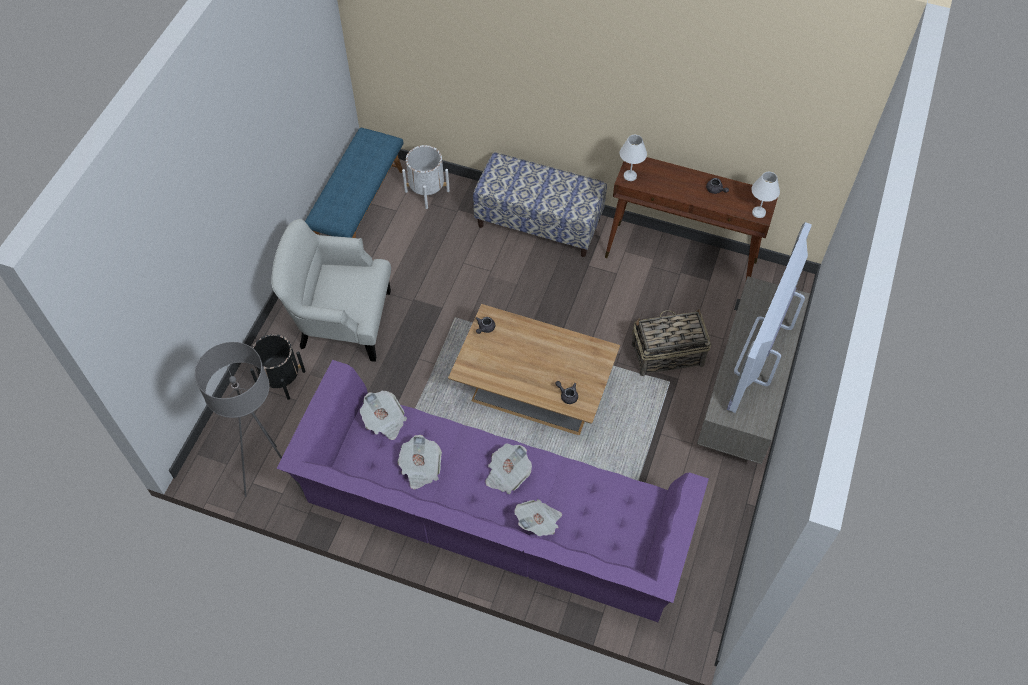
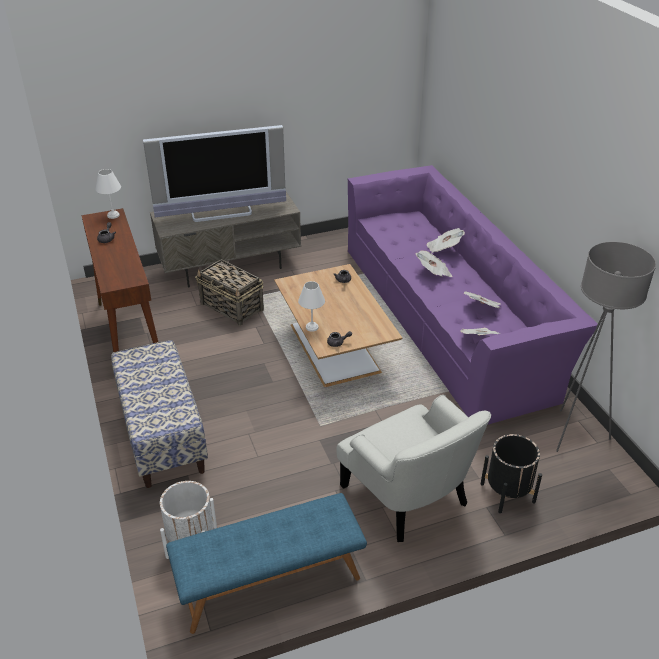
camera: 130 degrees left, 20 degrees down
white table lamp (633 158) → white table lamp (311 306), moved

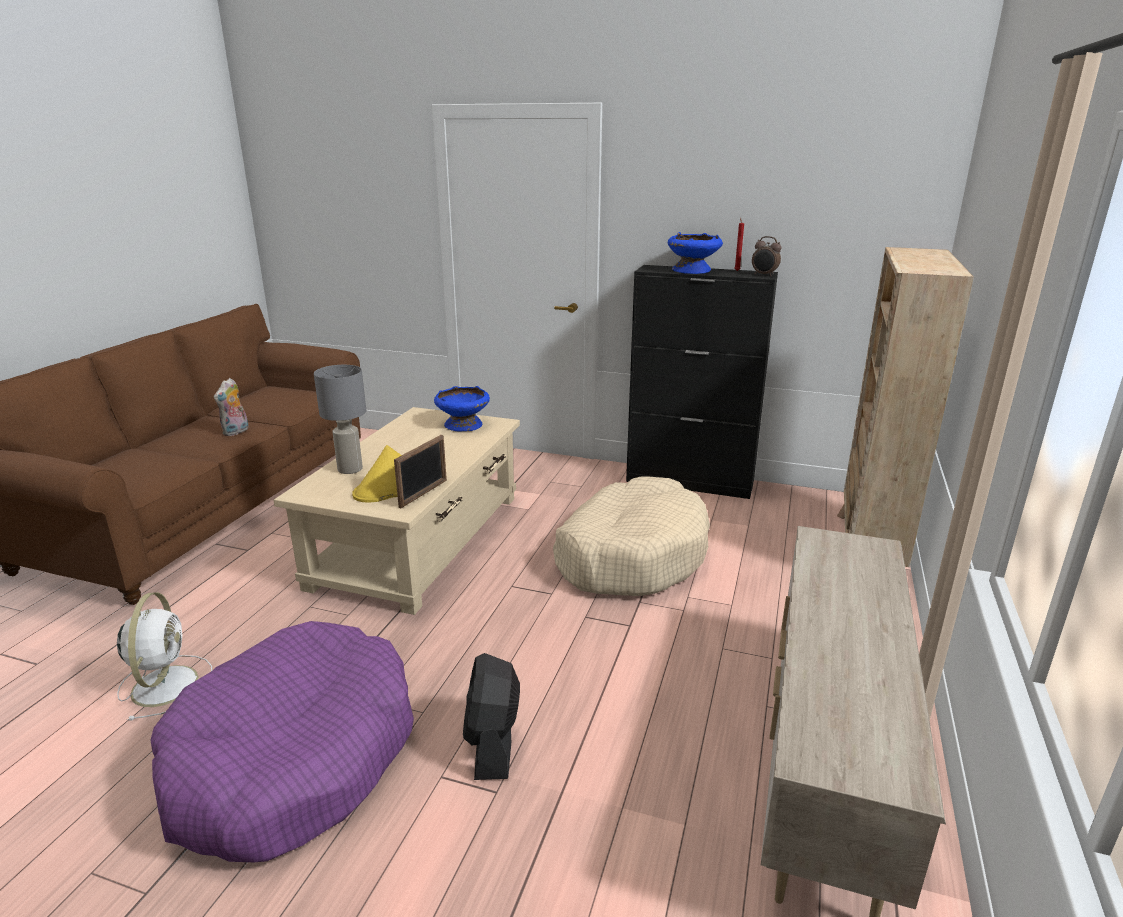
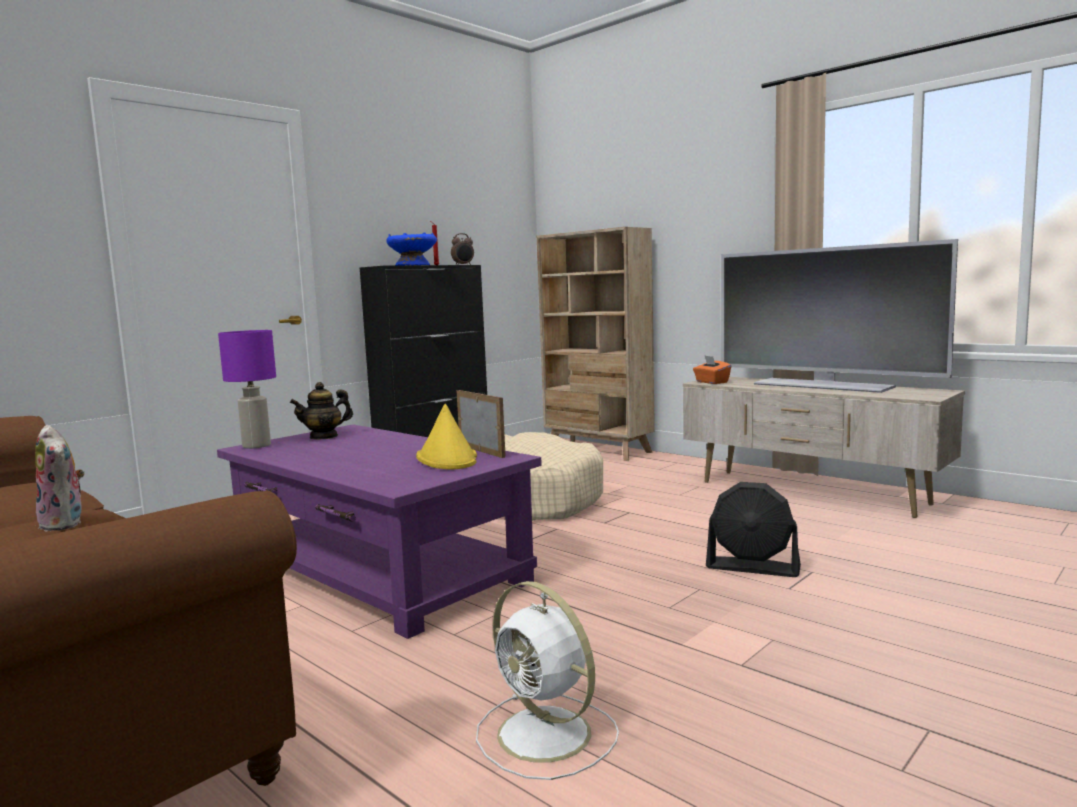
camera: 65 degrees left, 15 degrees down
beige coffee table (397 511) → purple coffee table (379 531)
- → purple table lamp (247 389)
blue bowl (462 409) → teapot (321 411)
white fan (164 656) → white fan (547 680), 150 degrees counterclockwise
- → orange tissue box (712 369)
- → television (839 316)
purple dog bed (282 741) → -
grey table lamp (340 419) → -

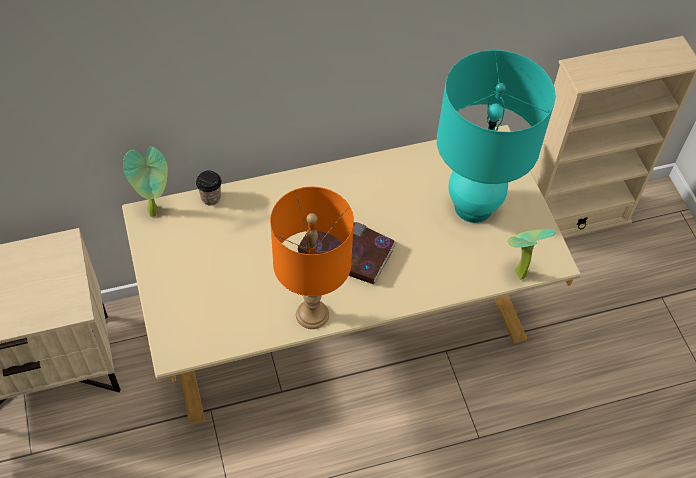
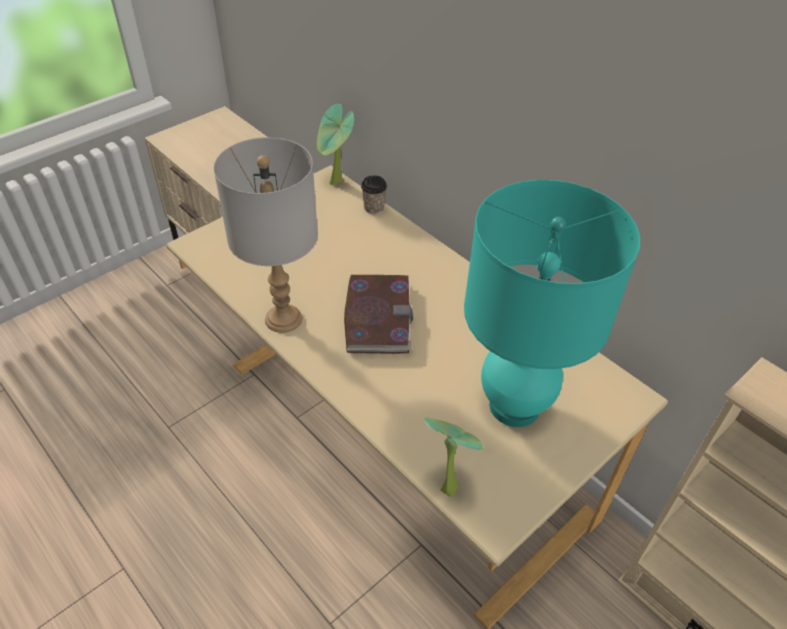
camera: 65 degrees right, 10 degrees down
orange table lamp (312 258) → grey table lamp (266 235)

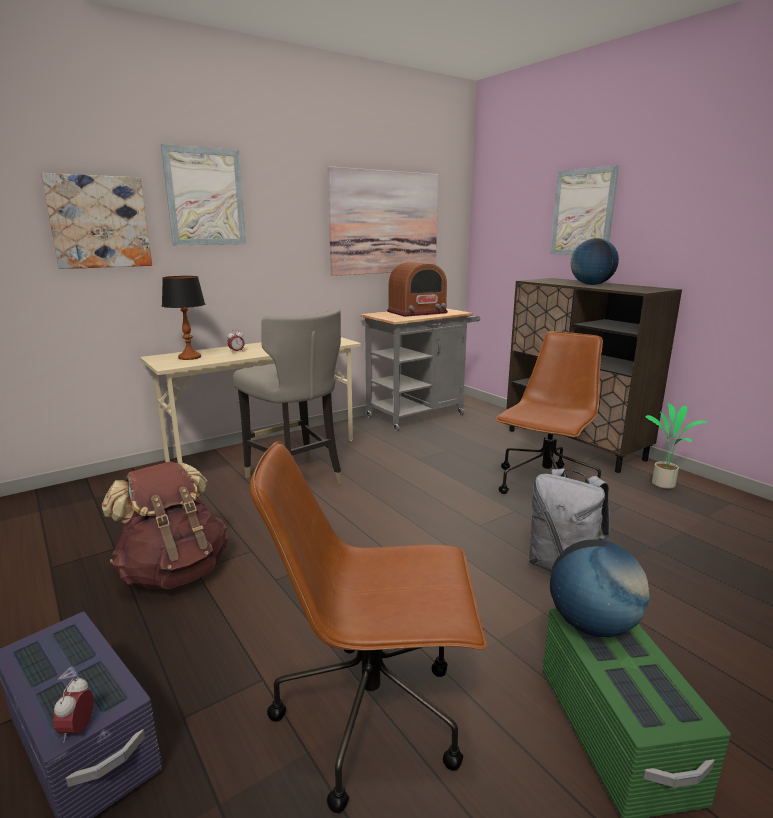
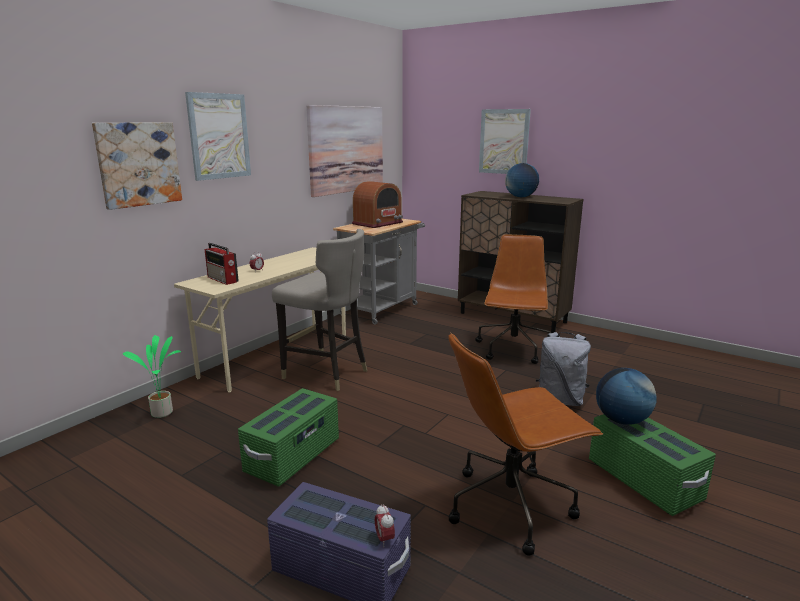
camera: 20 degrees left, 0 degrees up
potted plant (677 446) → potted plant (152 376), moved
table lamp (183 318) → radio (222 264)
brown backpack (165 525) → green storage box (288 437)

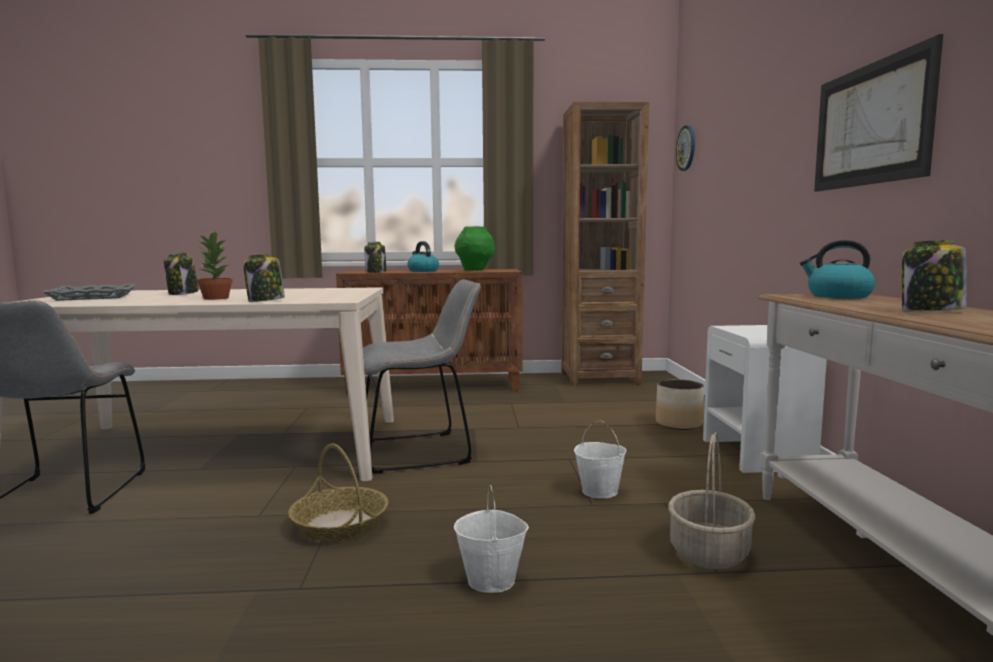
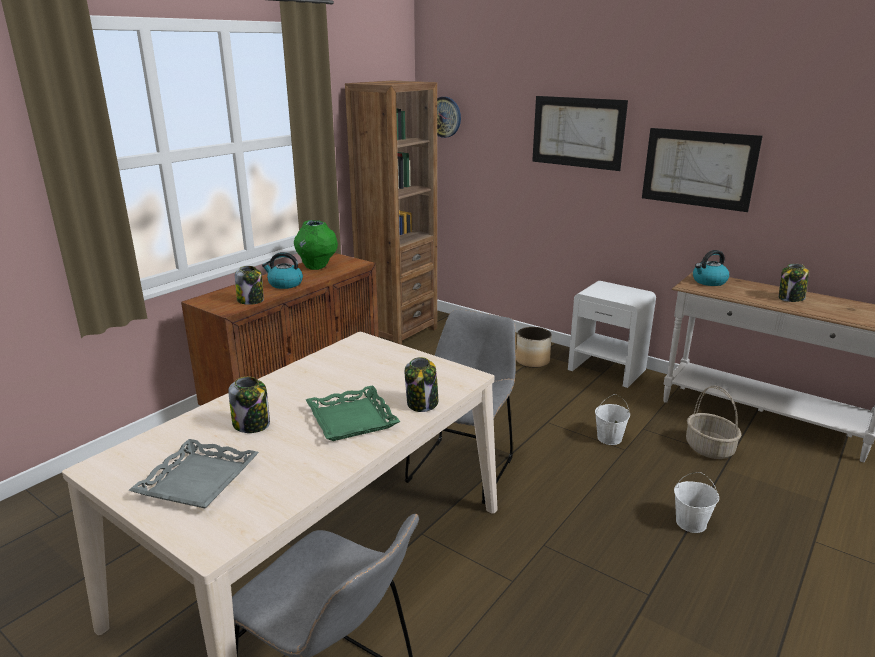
camera: 50 degrees left, 15 degrees up
potted plant (215 265) → green tray (353 413)
- → picture (580 133)
basket (338 492) → -

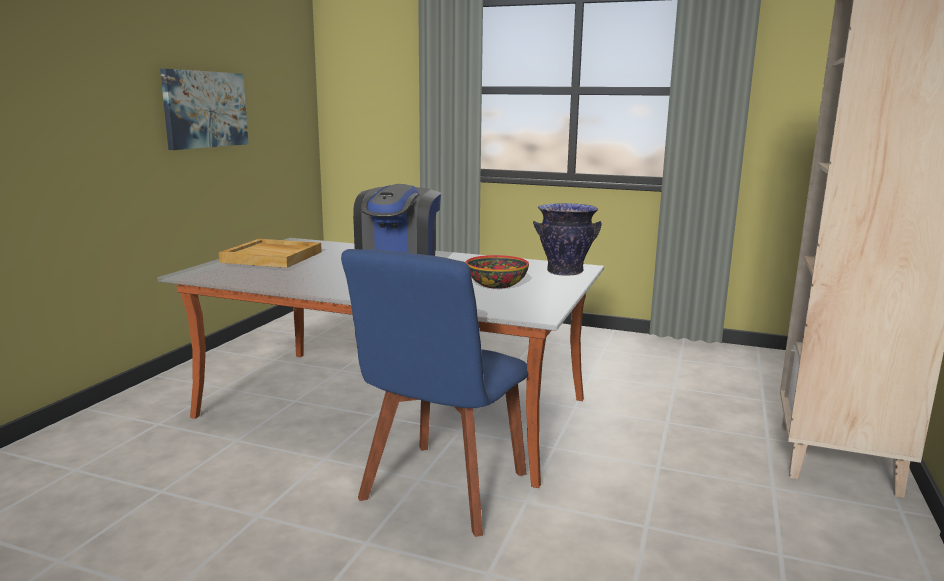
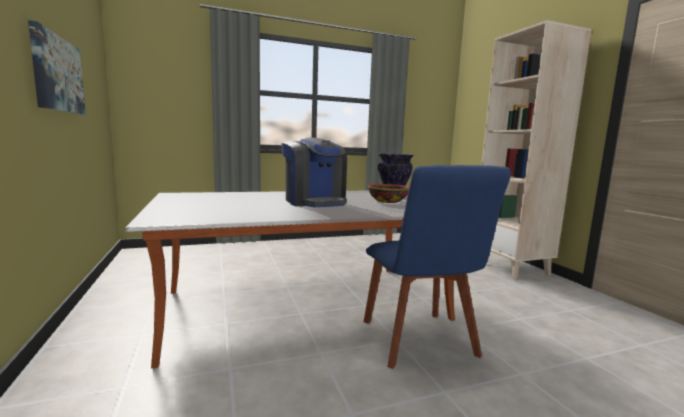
camera: 40 degrees left, 5 degrees down
beige tray (270 253) → -

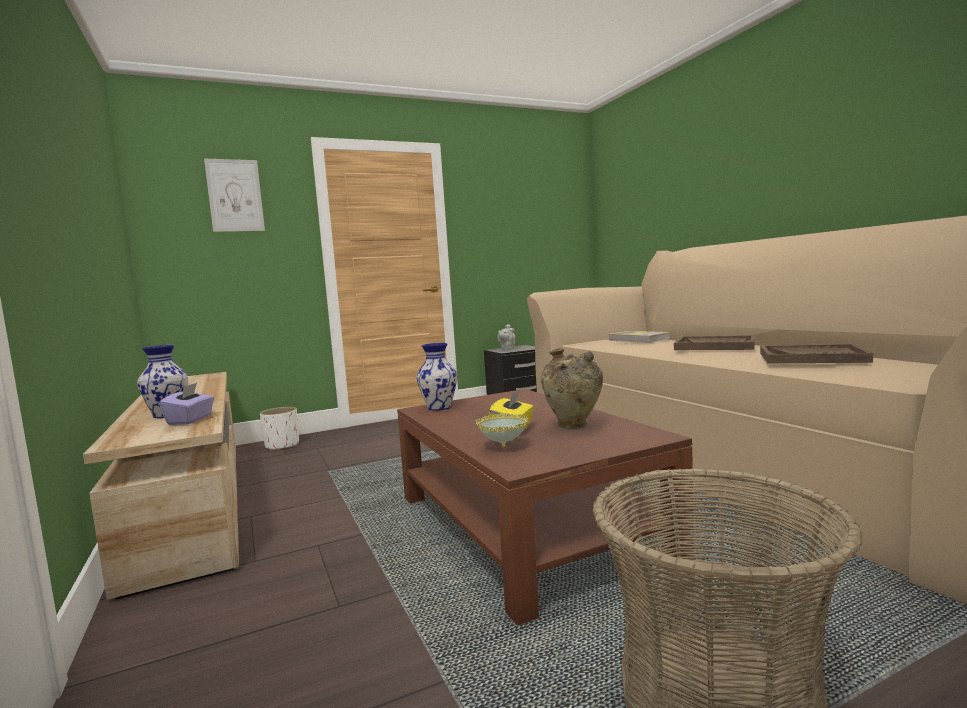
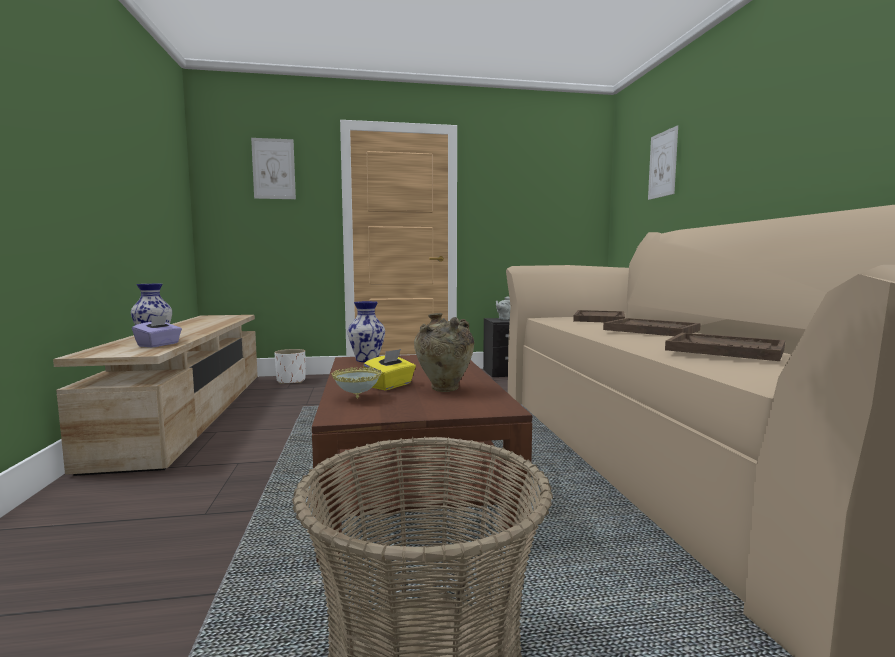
camera: 15 degrees right, 0 degrees up
book (639 337) → brown tray (599 316)
- → picture (663 163)

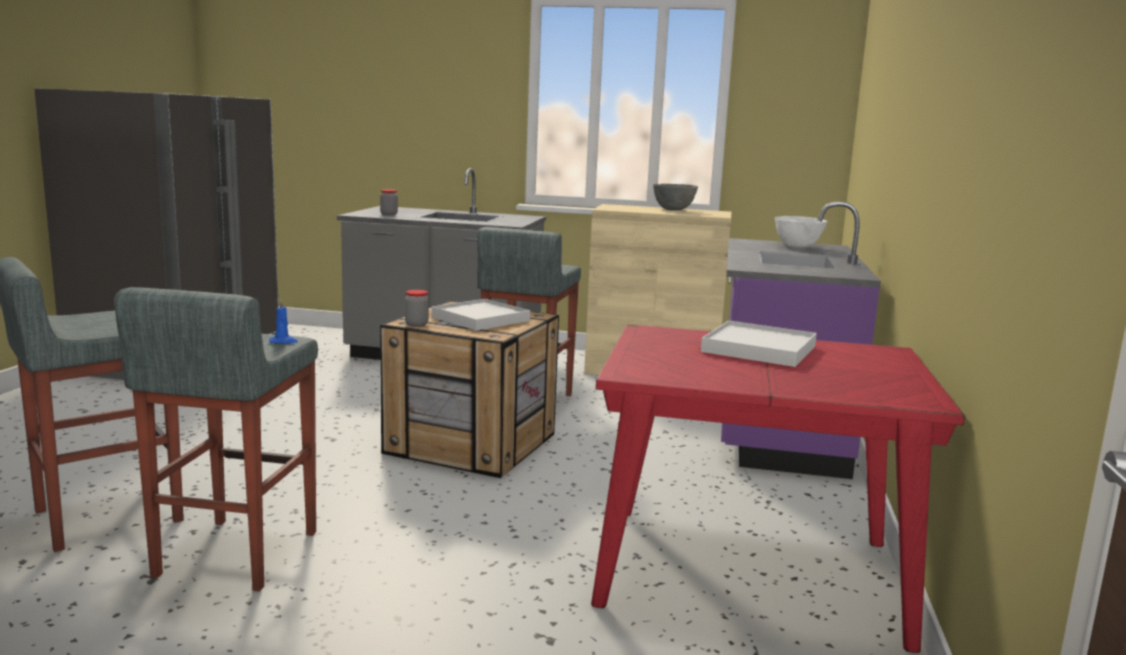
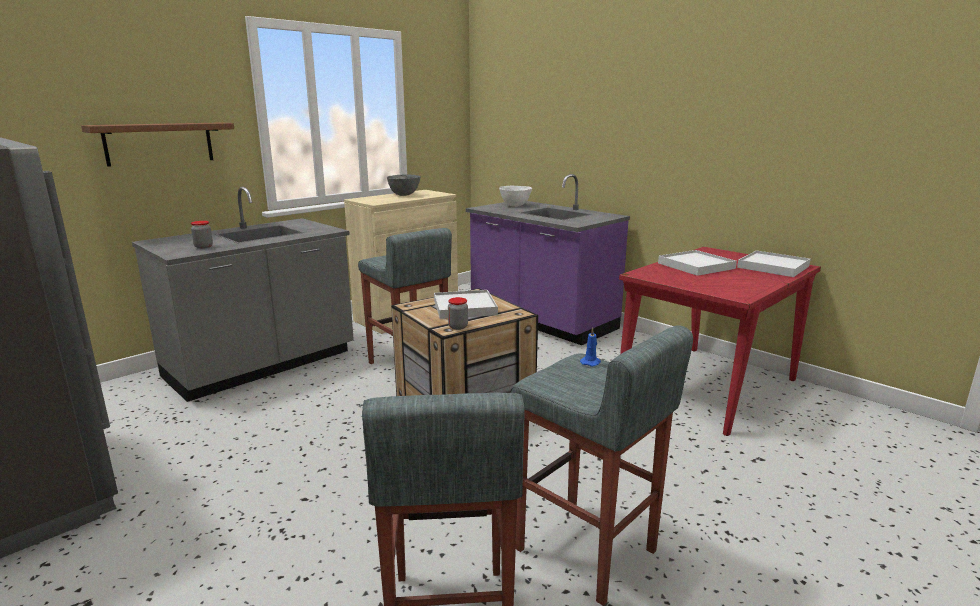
camera: 55 degrees left, 5 degrees up
- → brown shelf (157 144)
- → white tray (773 263)

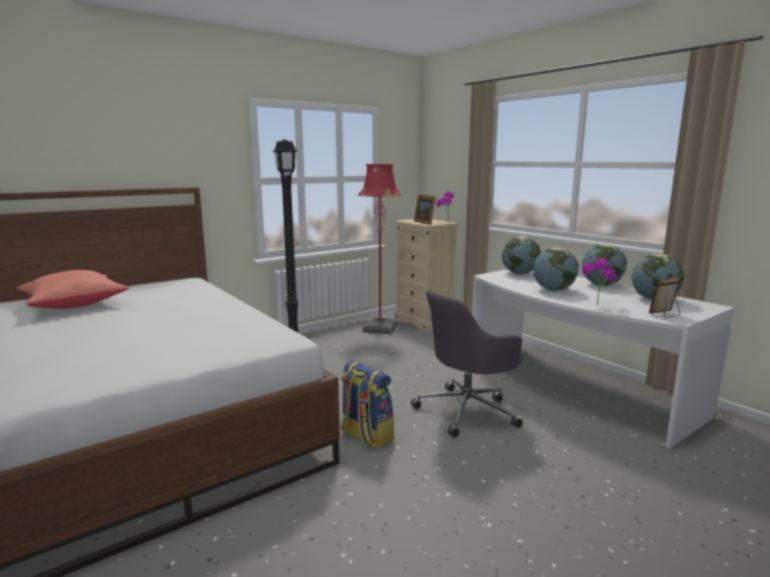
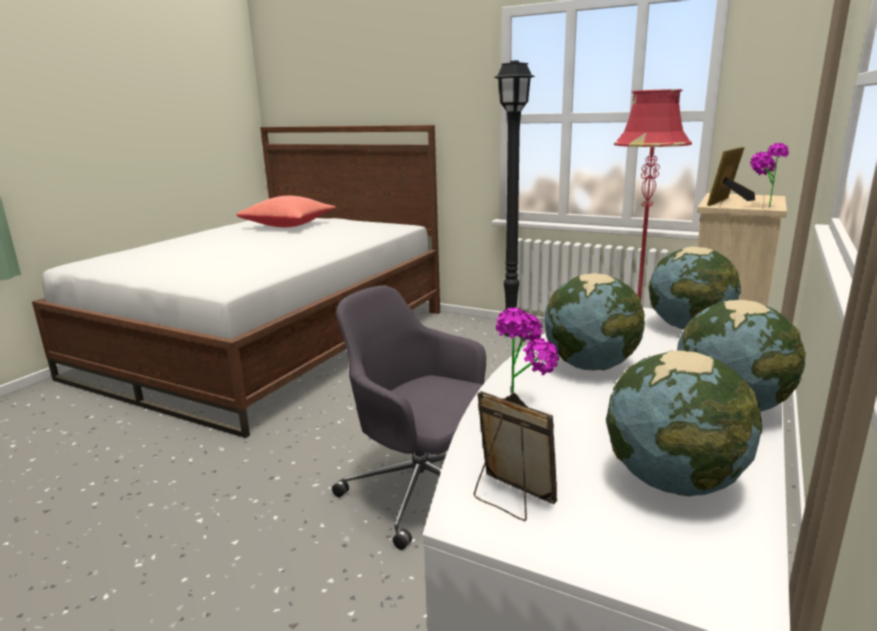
camera: 65 degrees right, 5 degrees up
backpack (367 405) → -

